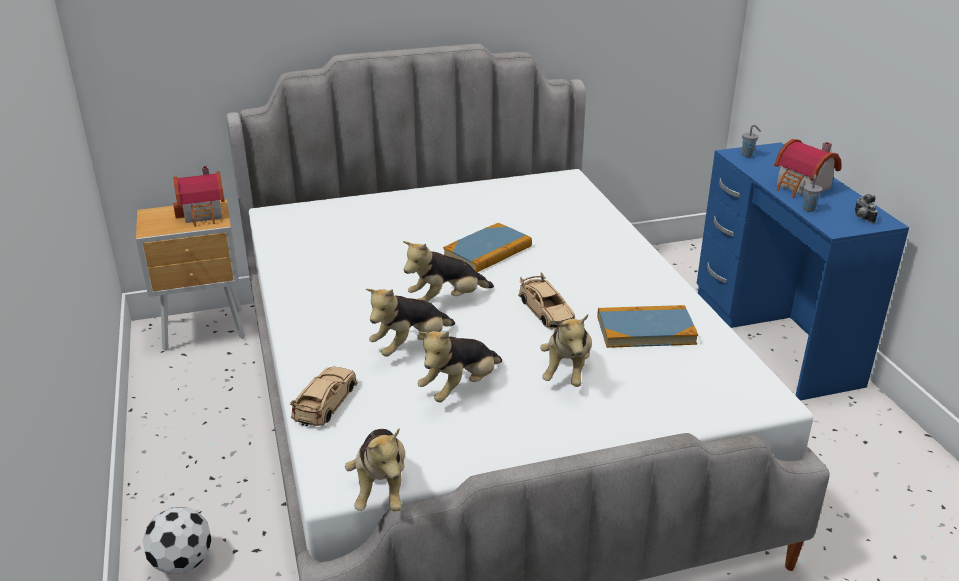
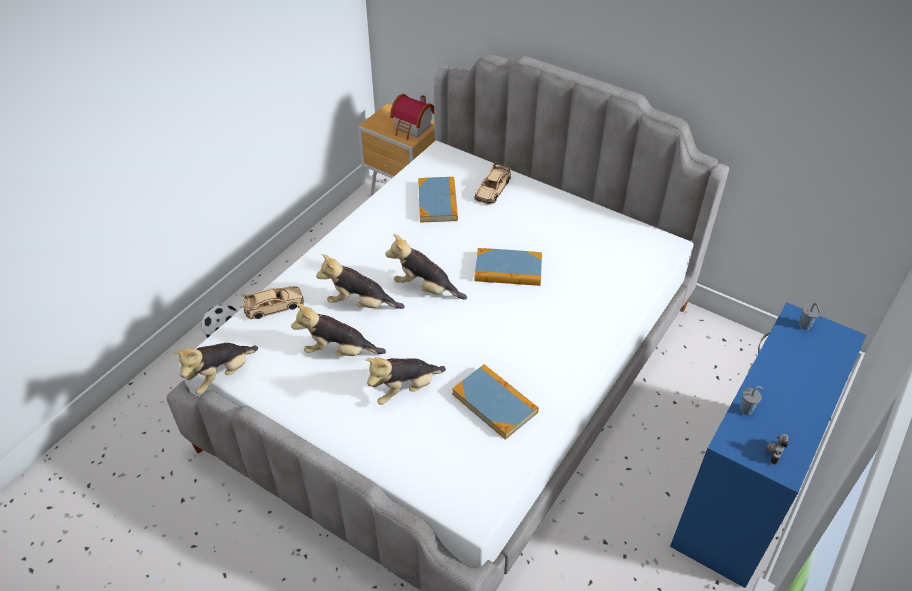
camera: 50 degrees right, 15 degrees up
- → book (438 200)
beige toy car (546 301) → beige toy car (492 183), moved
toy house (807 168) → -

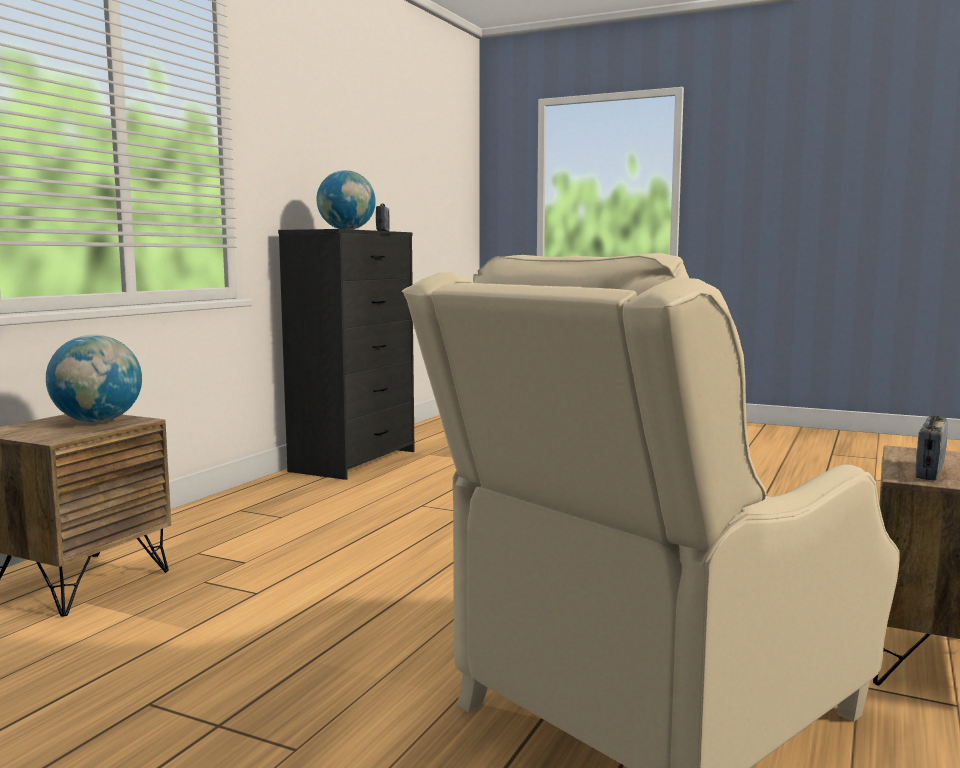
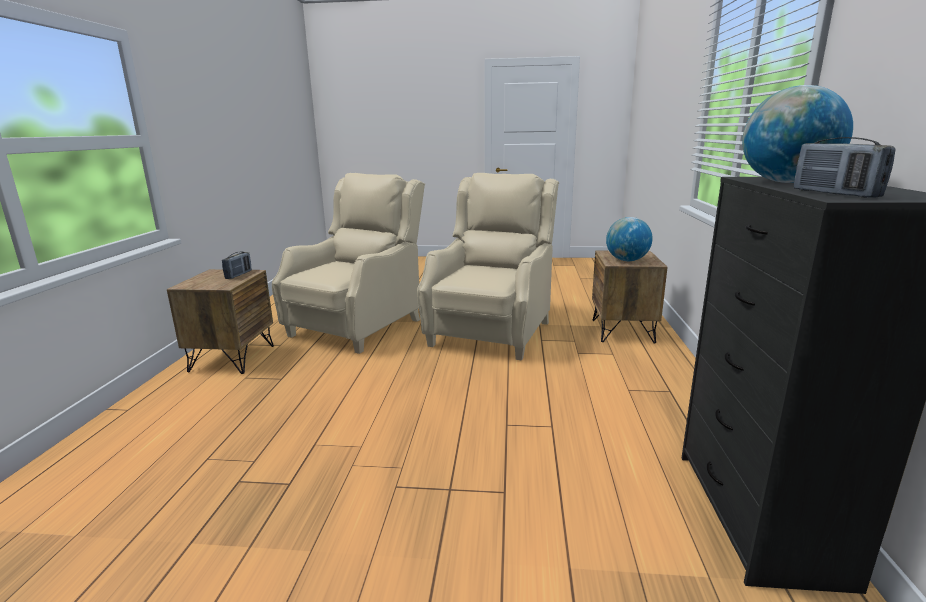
camera: 160 degrees right, 10 degrees up
- → beige armchair (488 267)

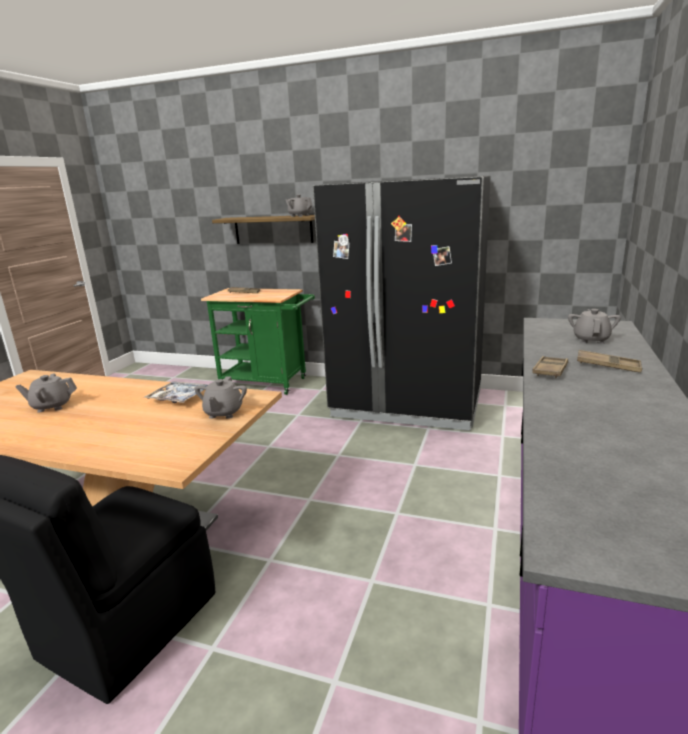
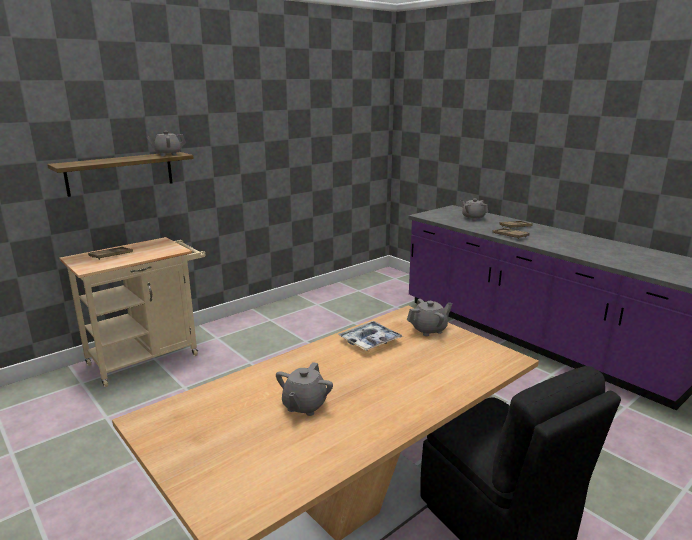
camera: 60 degrees left, 0 degrees up
green cart (258 341) → beige cart (132 312)
grey teapot (220 397) → grey teapot (429 317), 60 degrees counterclockwise
black fridge (402 303) → -

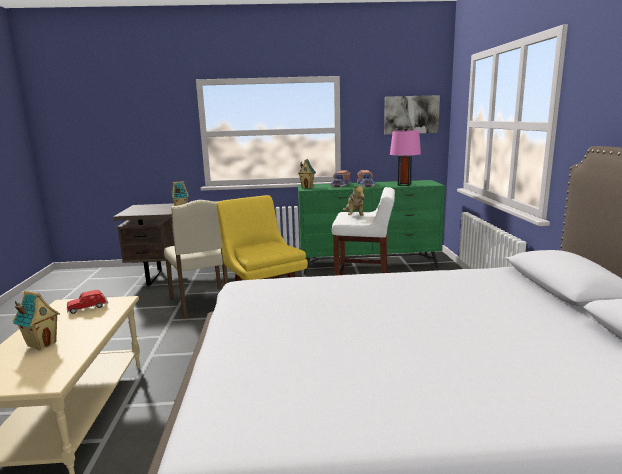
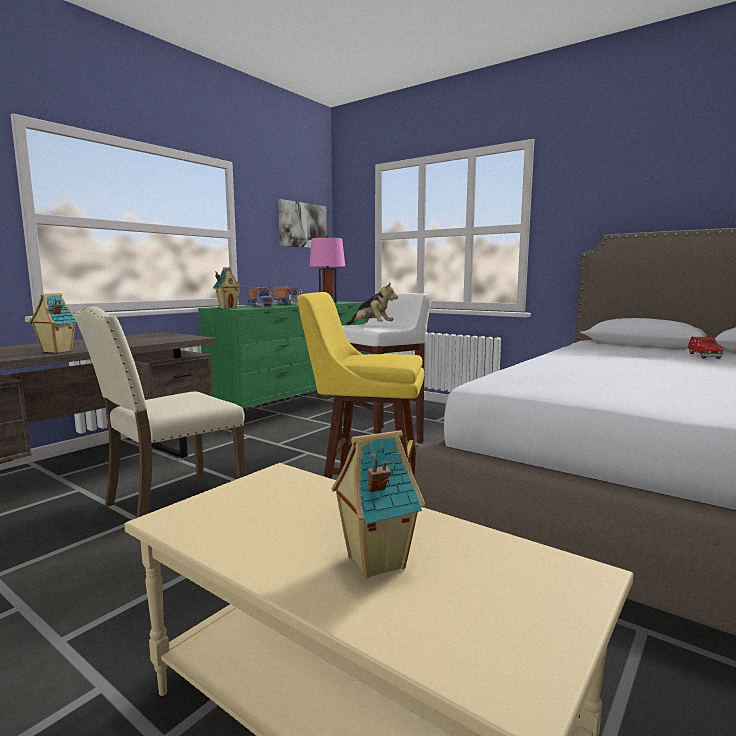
camera: 50 degrees left, 5 degrees down
beige chair (196 259) → beige chair (159 412), 120 degrees clockwise
red toy car (87 302) → red toy car (705 348), moved

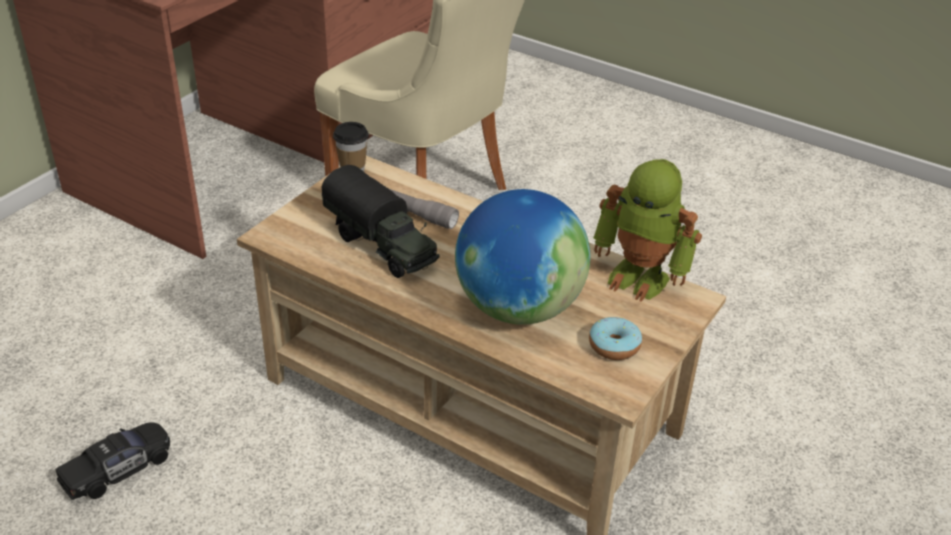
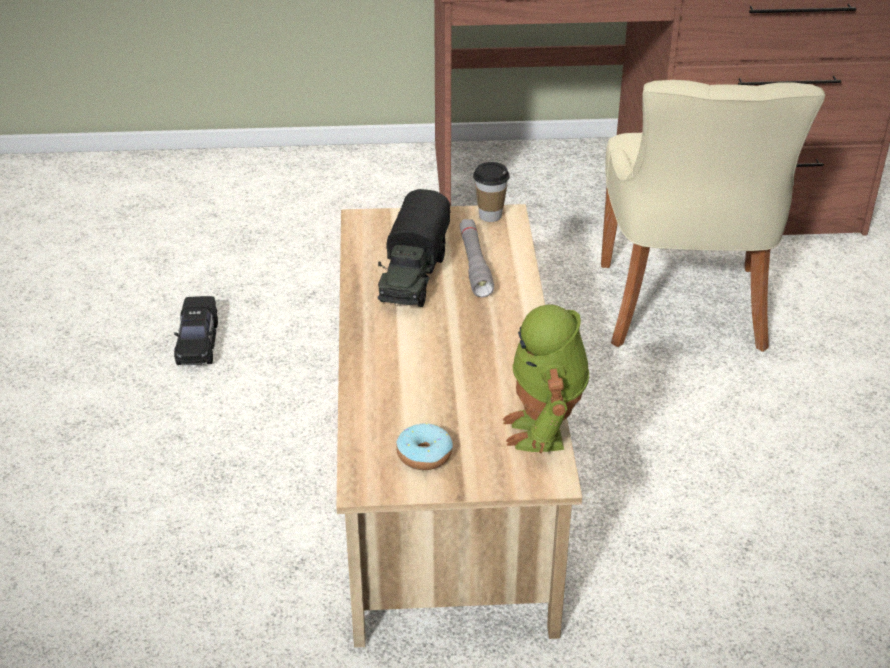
camera: 55 degrees right, 0 degrees up
black toy car (113 461) → black toy car (196 330), 75 degrees clockwise
globe (522 257) → -

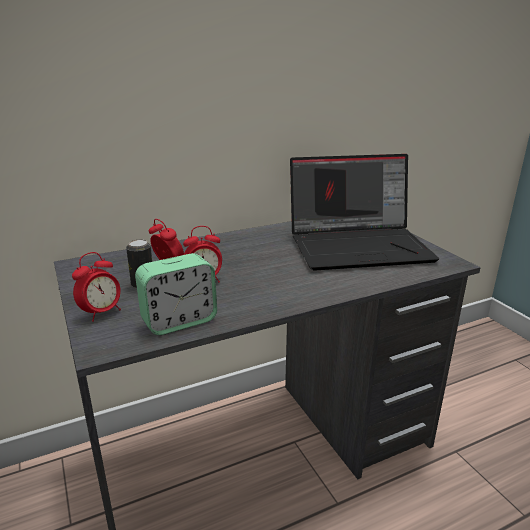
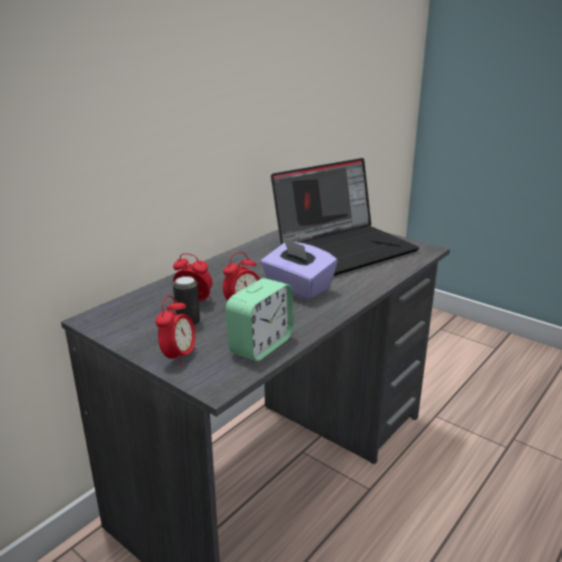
camera: 25 degrees left, 0 degrees up
- → purple tissue box (299 269)

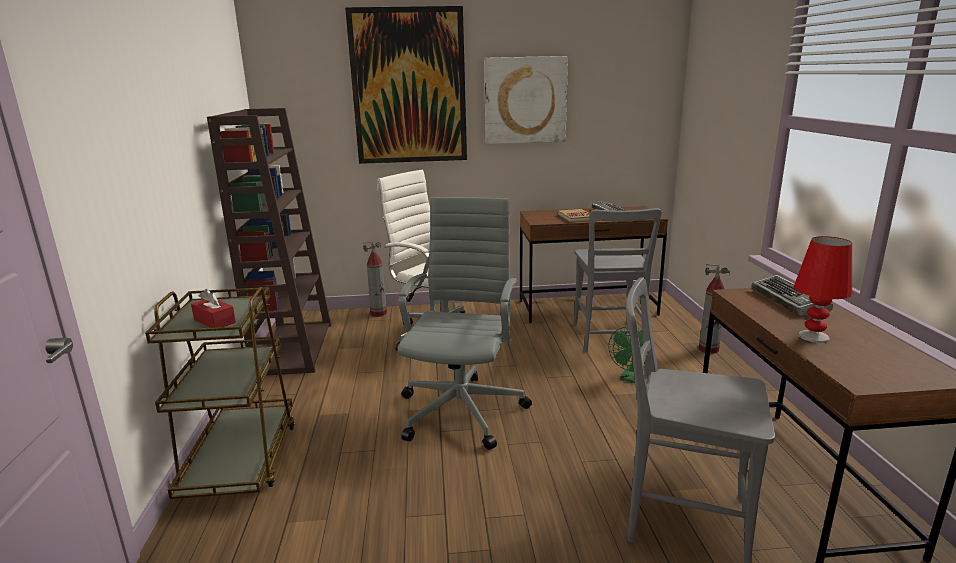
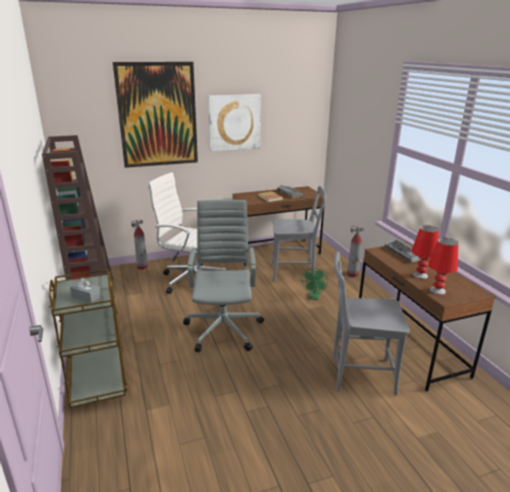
camera: 15 degrees left, 5 degrees up
red tissue box (213 308) → grey tissue box (85 290)
grey chair (617 280) → grey chair (299 234), 75 degrees counterclockwise
- → red table lamp (443 266)

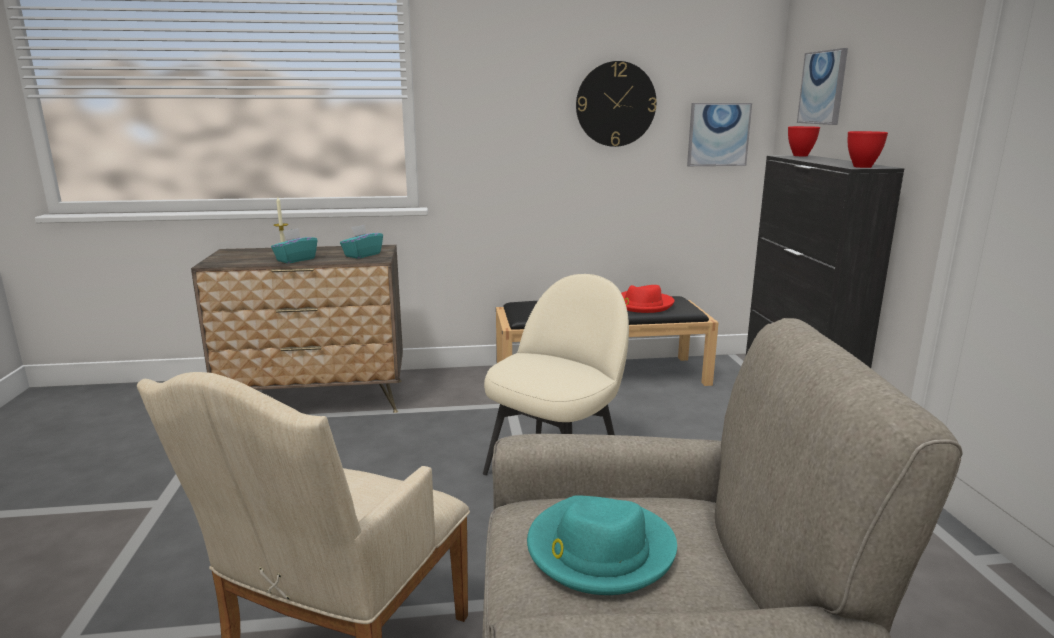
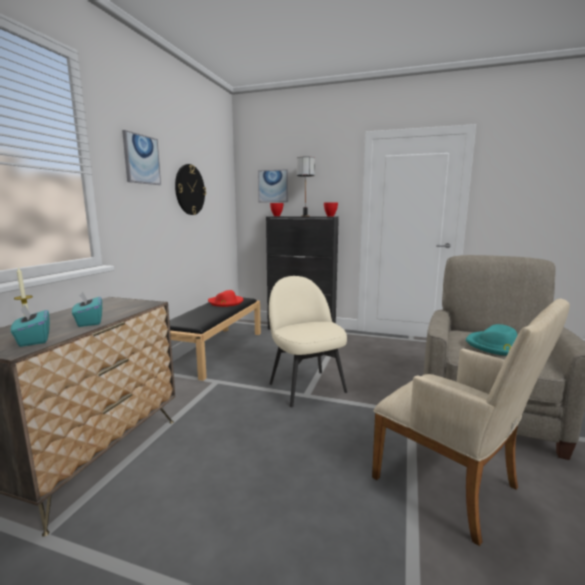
camera: 65 degrees left, 5 degrees down
turquoise tissue box (361 241) → turquoise tissue box (30 325), moved
picture (719 134) → picture (141 157), moved
- → table lamp (306 186)

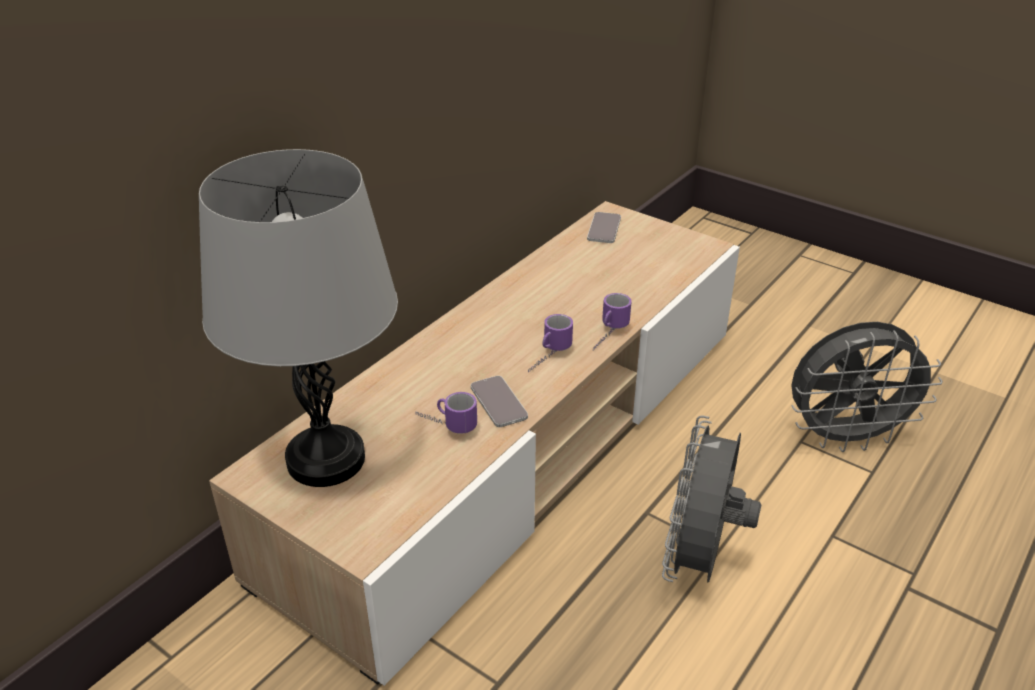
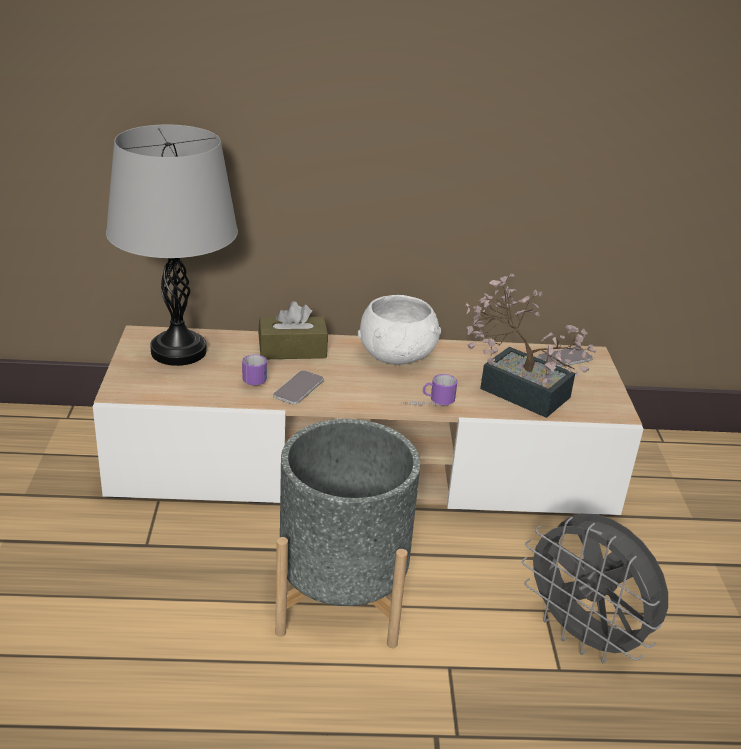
camera: 50 degrees right, 5 degrees down
- → brown tissue box (293 330)
grey fan (711 499) → grey planter (347 533)
- → white bowl (399 330)
- → potted plant (531 345)
mug (550 343) → -

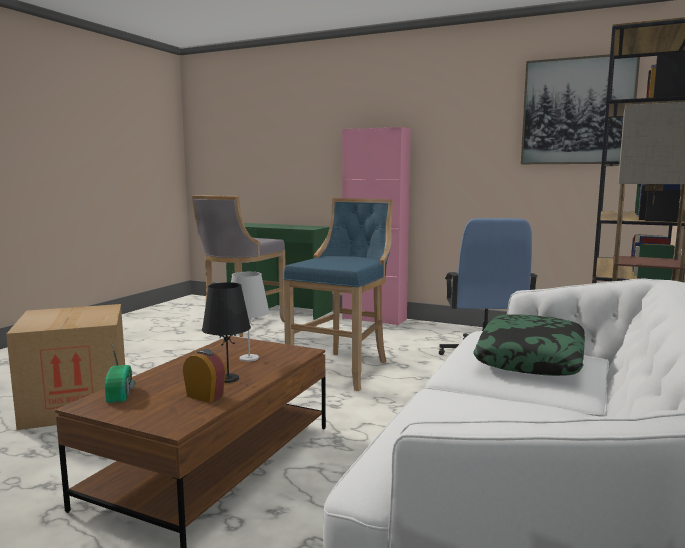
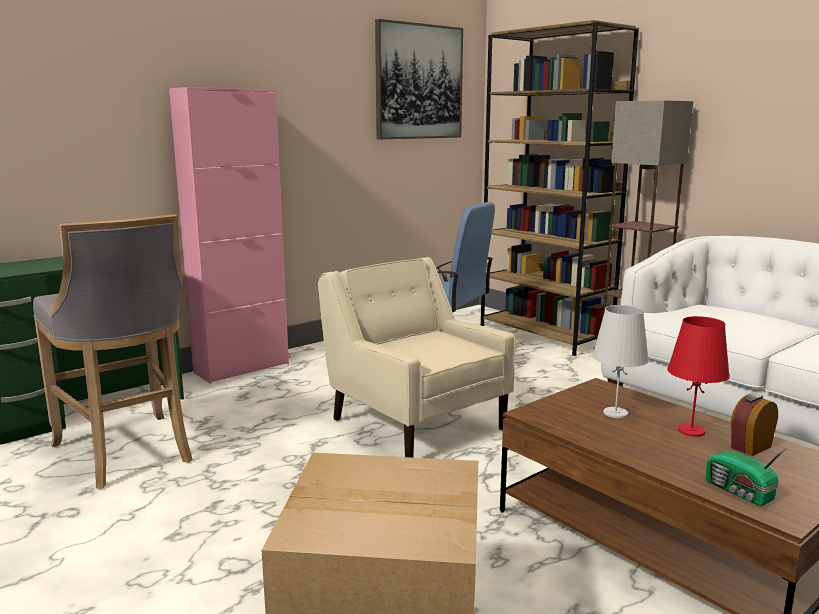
camera: 65 degrees left, 5 degrees up
blue stool (338 294) → beige armchair (416 357)
black table lamp (226 332) → red table lamp (698 376)
radio (120 372) → radio (748 475), 135 degrees counterclockwise
pillow (529 345) → -

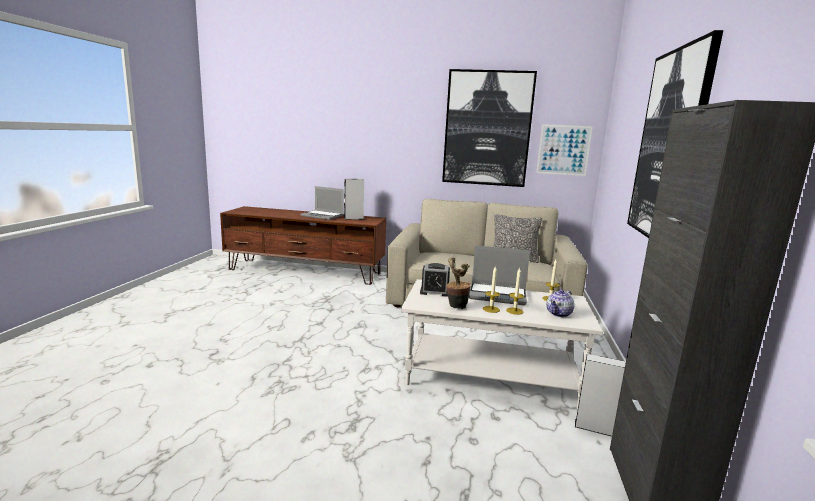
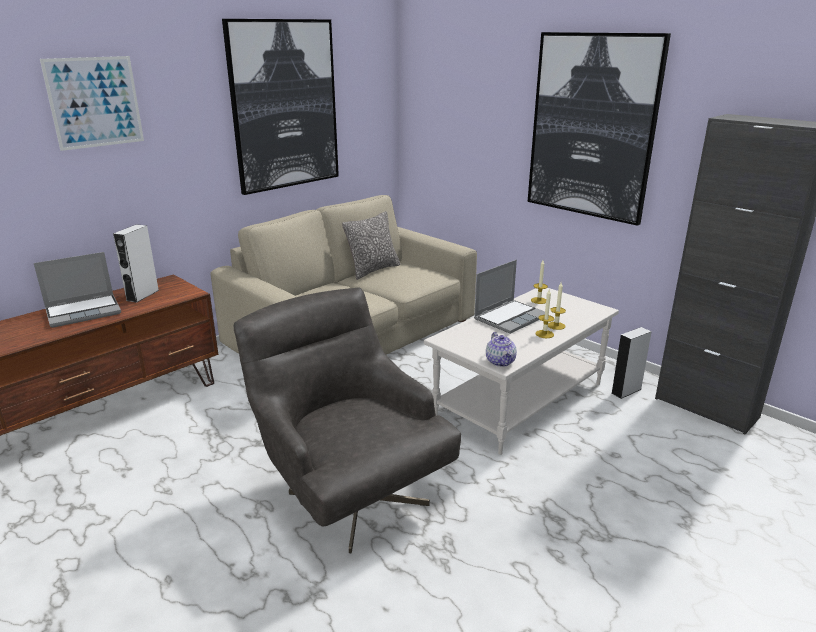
camera: 55 degrees left, 10 degrees up
picture (564 150) → picture (92 103), moved
- → grey armchair (347 420)
teapot (560 303) → teapot (501 349), moved
alarm clock (435 280) → -
potted plant (458 283) → -

